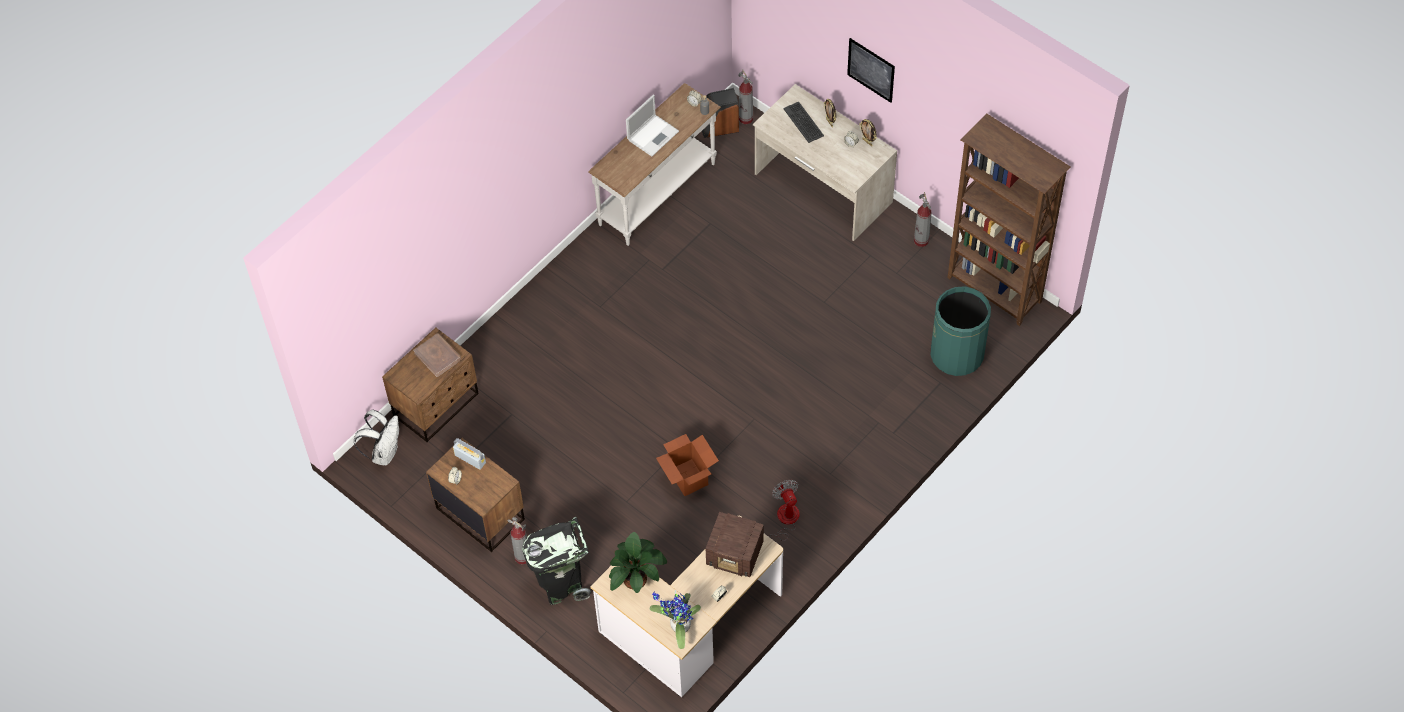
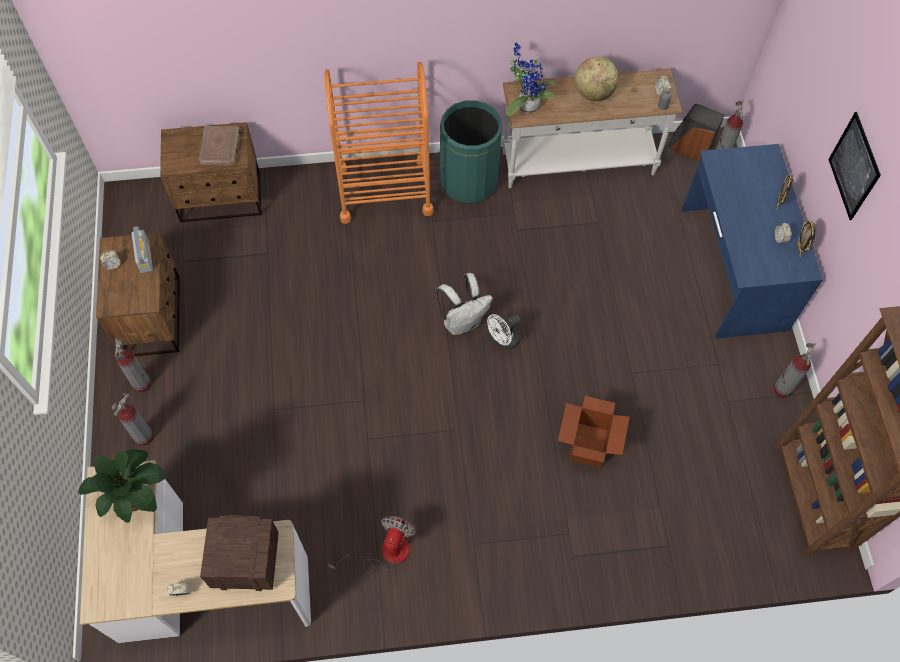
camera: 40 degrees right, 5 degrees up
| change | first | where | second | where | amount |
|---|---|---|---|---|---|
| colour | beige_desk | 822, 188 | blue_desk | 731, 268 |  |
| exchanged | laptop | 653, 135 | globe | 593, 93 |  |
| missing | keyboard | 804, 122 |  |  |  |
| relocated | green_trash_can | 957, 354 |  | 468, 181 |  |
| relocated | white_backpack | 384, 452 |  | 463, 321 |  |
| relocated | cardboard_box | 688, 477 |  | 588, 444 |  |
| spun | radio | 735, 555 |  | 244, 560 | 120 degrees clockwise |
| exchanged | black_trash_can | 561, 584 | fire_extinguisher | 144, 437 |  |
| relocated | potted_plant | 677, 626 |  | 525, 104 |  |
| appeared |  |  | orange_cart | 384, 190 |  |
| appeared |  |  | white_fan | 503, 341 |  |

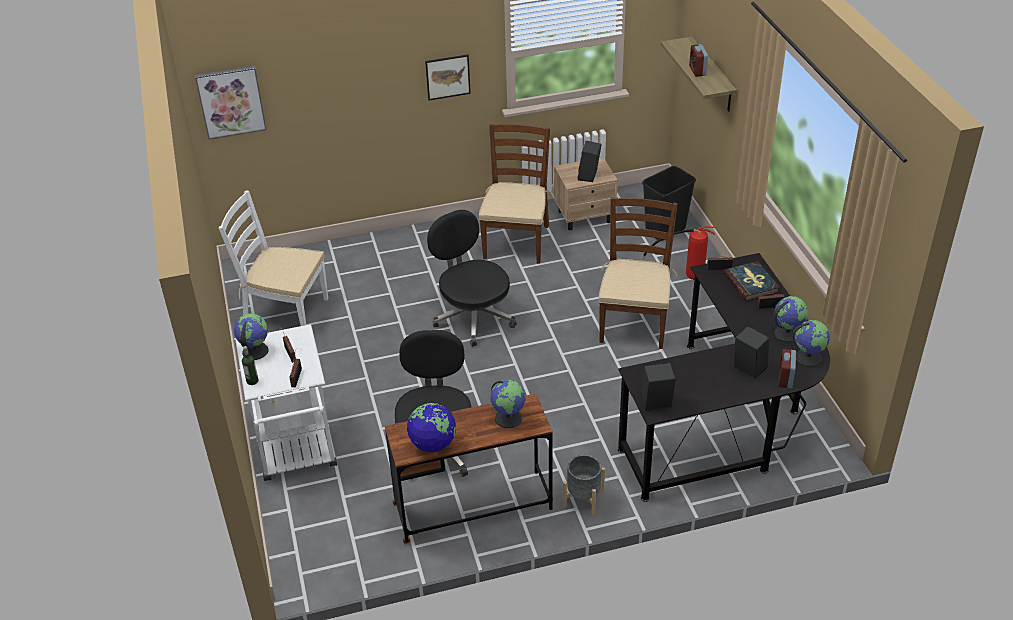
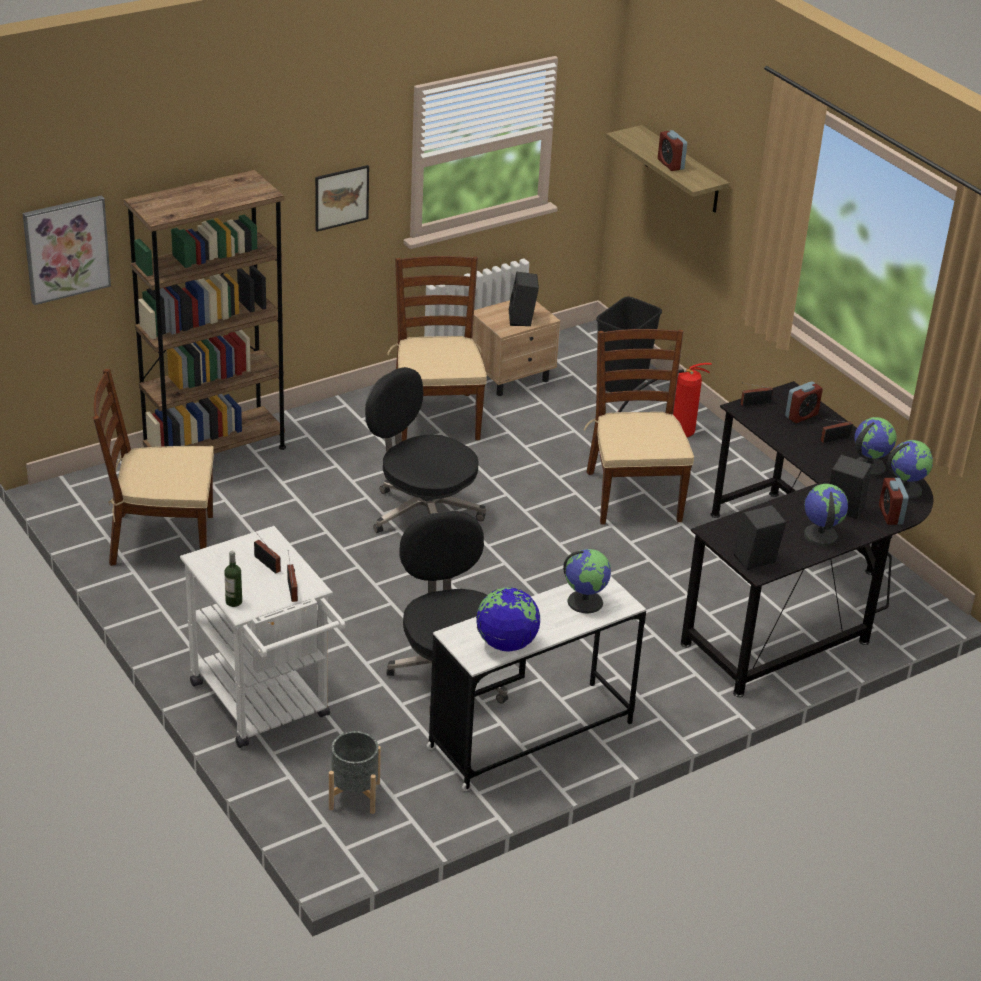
camera: 20 degrees left, 5 degrees down
| change | first | where | second | where | amount |
|---|---|---|---|---|---|
| colour | white_chair | 285, 312 | brown_chair | 160, 540 |  |
| exchanged | book | 751, 283 | alarm_clock | 801, 416 |  |
| relocated | globe | 254, 351 |  | 820, 535 |  |
| colour | brown_desk | 473, 506 | white_desk | 531, 735 |  |
| relocated | grey_planter | 583, 499 |  | 354, 796 |  |
| appeared |  |  | brown_bookcase | 214, 451 |  |

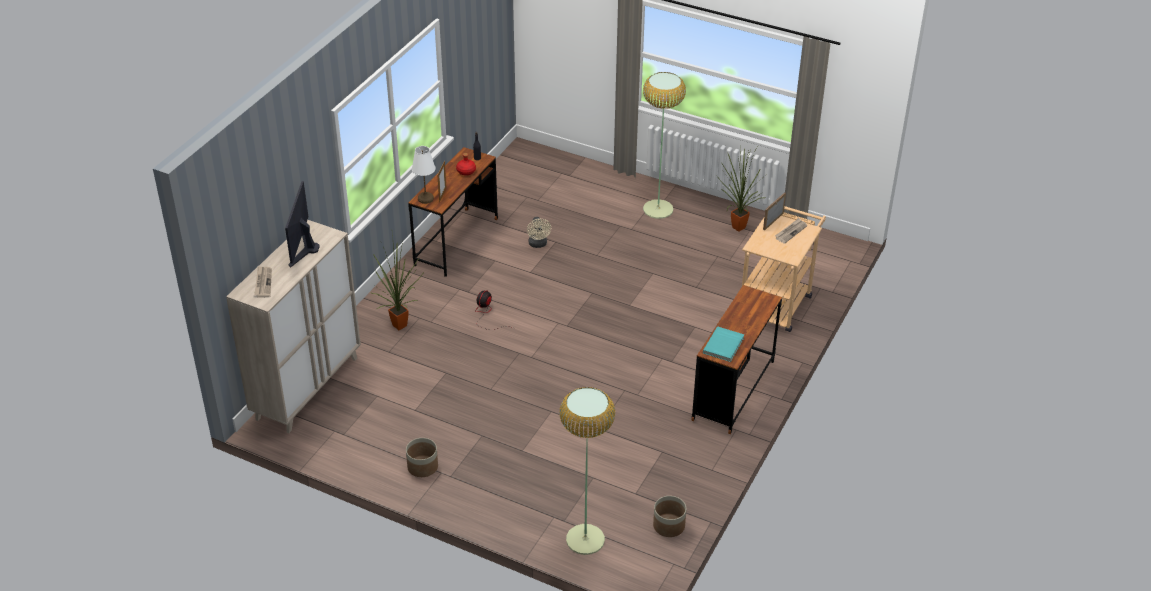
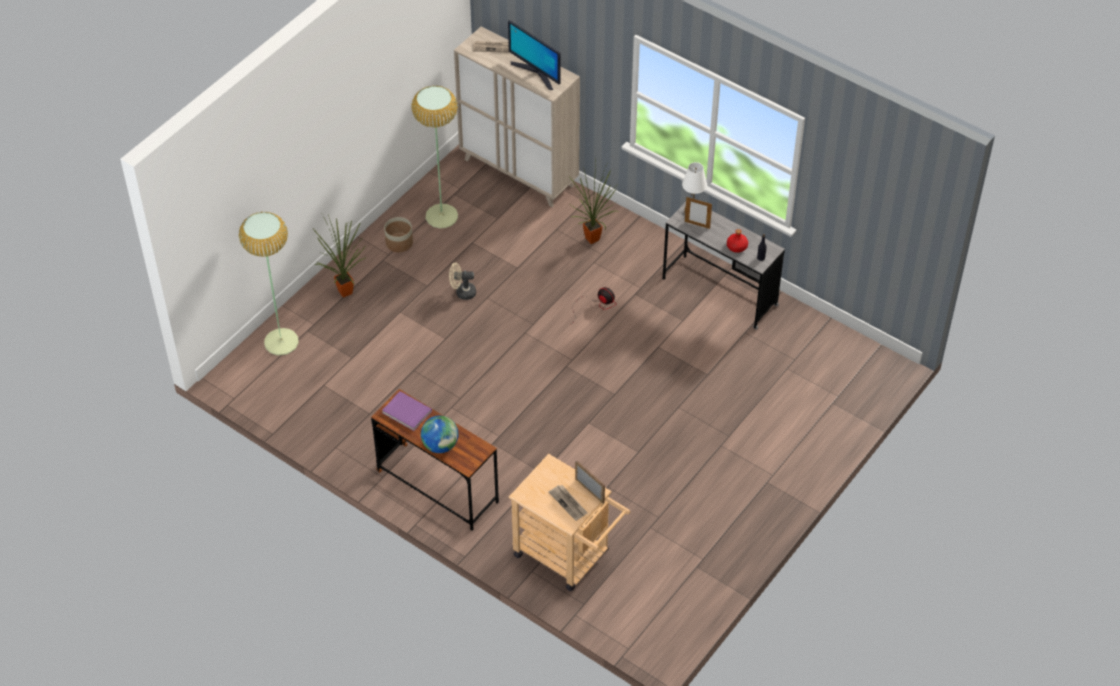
camera: 100 degrees right, 10 degrees up
| change | first | where | second | where | amount |
|---|---|---|---|---|---|
| relocated | floor_lamp | 658, 209 |  | 441, 216 |  |
| colour | brown_desk | 456, 242 | grey_desk | 719, 292 |  |
| relocated | potted_plant | 736, 228 |  | 344, 290 |  |
| spun | monitor | 304, 248 |  | 536, 73 | 150 degrees counterclockwise |
| relocated | beige_fan | 538, 244 |  | 462, 292 |  |
| colour | turquoise_book | 724, 345 | purple_book | 406, 412 |  |
| missing | planter | 668, 525 |  |  |  |
| appeared |  |  | globe | 440, 445 |  |

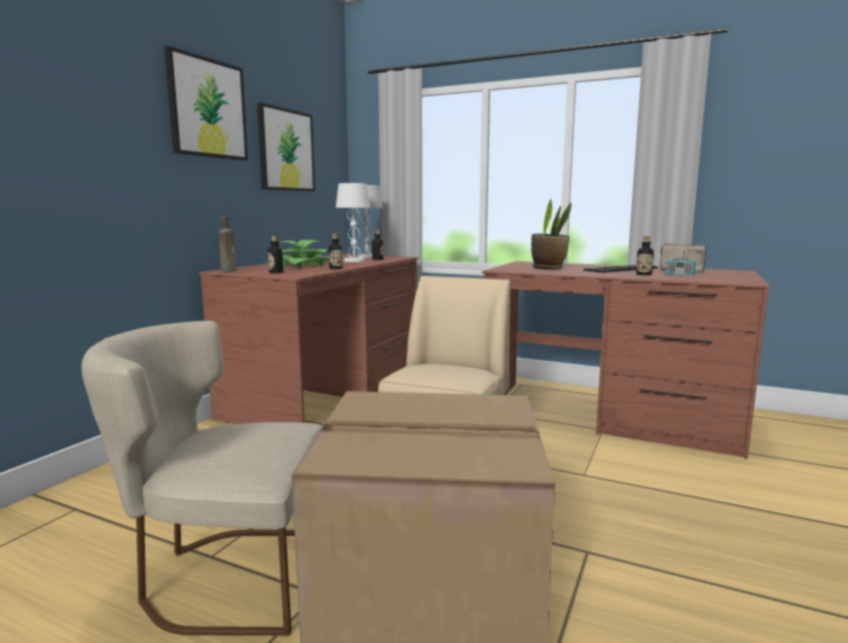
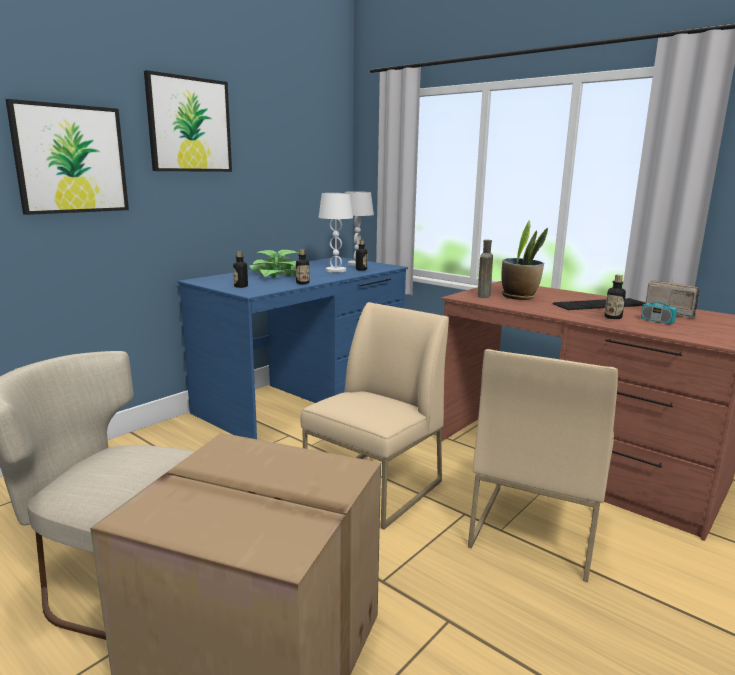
camera: 15 degrees right, 5 degrees up
| change | first | where | second | where | amount |
|---|---|---|---|---|---|
| relocated | picture | 286, 150 |  | 71, 159 |  |
| relocated | brown_bottle | 229, 271 |  | 484, 295 |  |
| colour | brown_desk | 328, 392 | blue_desk | 305, 396 |  |
| appeared |  |  | beige_chair | 535, 528 |  |

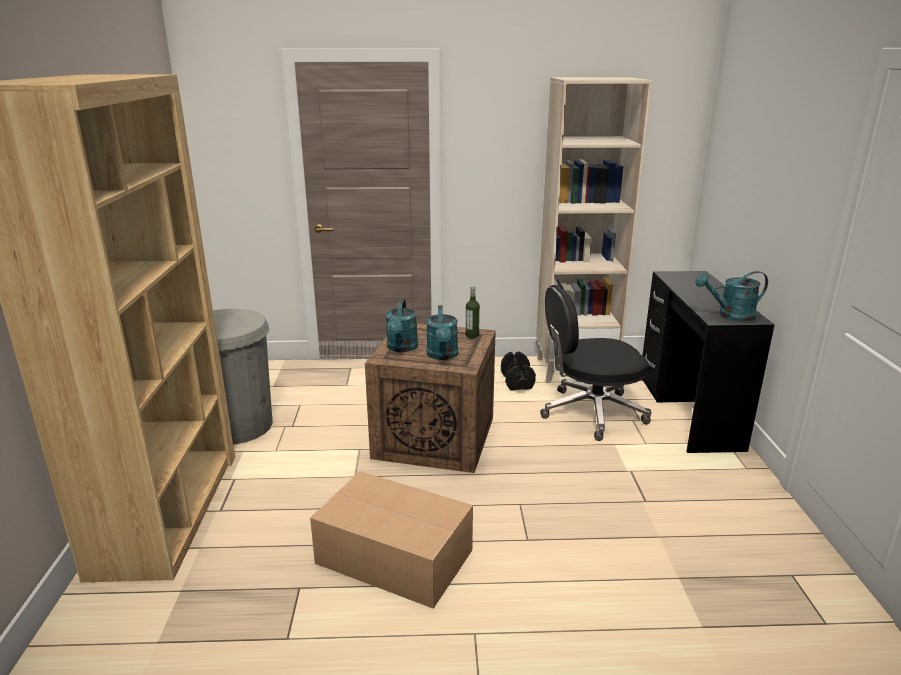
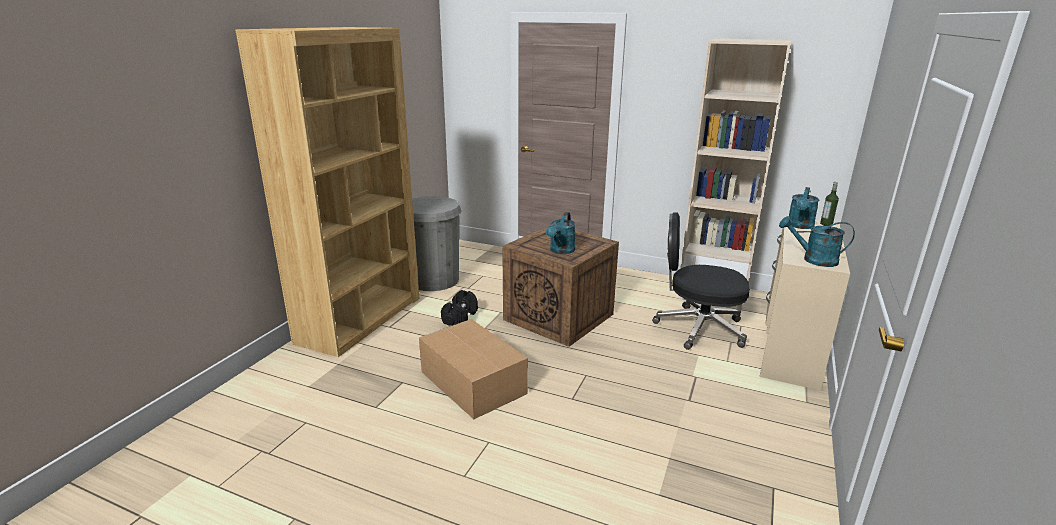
camera: 25 degrees right, 0 degrees up
| change | first | where | second | where | amount |
|---|---|---|---|---|---|
| colour | black_desk | 689, 412 | beige_desk | 790, 347 |  |
| relocated | bottle | 472, 335 |  | 826, 224 |  |
| relocated | turquoise_watering_can | 401, 348 |  | 800, 226 |  |
| relocated | black_dumbbell | 517, 381 |  | 460, 317 |  |

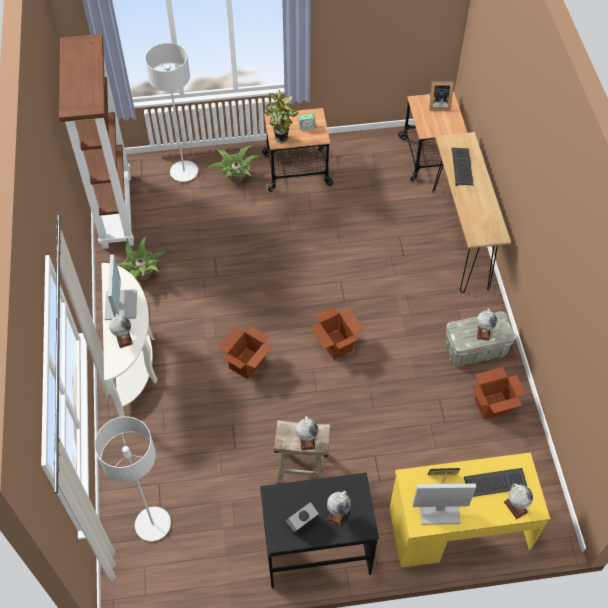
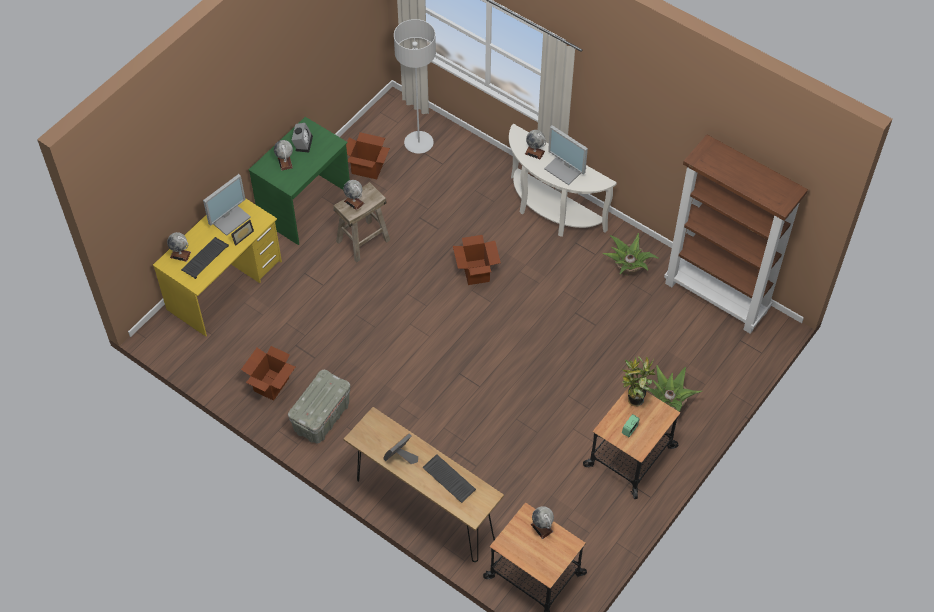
camera: 135 degrees right, 0 degrees up
| change | first | where | second | where | amount |
|---|---|---|---|---|---|
| missing | grey_floor_lamp | 184, 172 |  |  |  |
| relocated | picture_frame | 438, 104 |  | 401, 457 |  |
| relocated | cardboard_box | 335, 344 |  | 367, 168 |  |
| relocated | globe | 483, 332 |  | 542, 528 |  |
| colour | black_desk | 317, 548 | green_desk | 305, 207 |  |

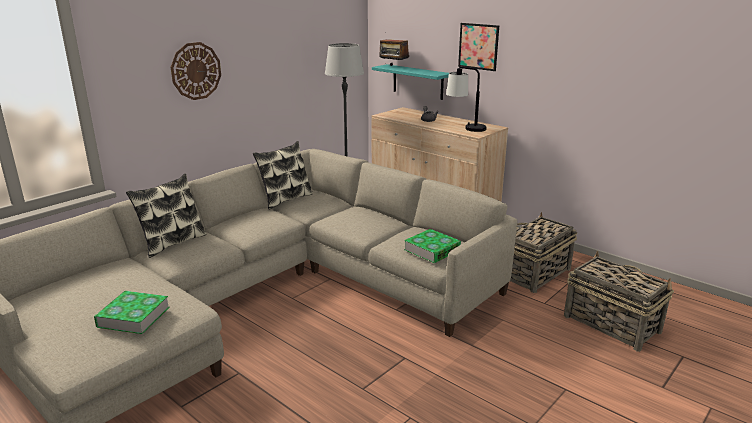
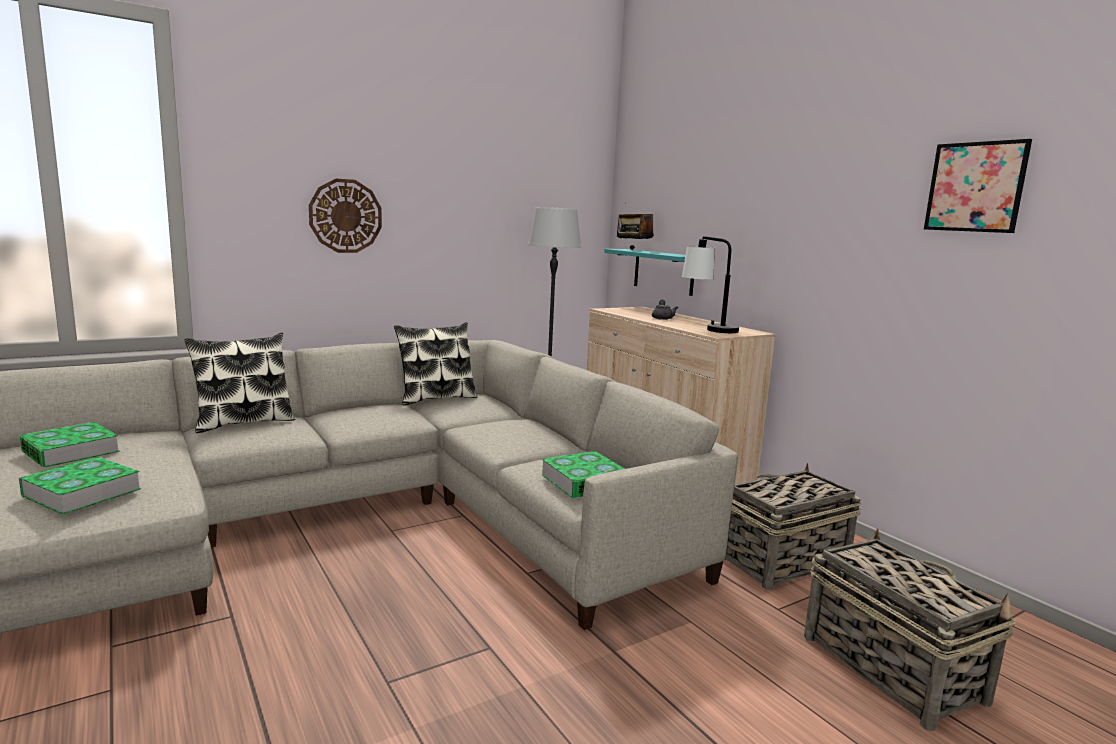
camera: 15 degrees right, 10 degrees down
| change | first | where | second | where | amount |
|---|---|---|---|---|---|
| relocated | picture | 478, 46 |  | 975, 187 |  |
| appeared |  |  | book | 70, 451 |  |

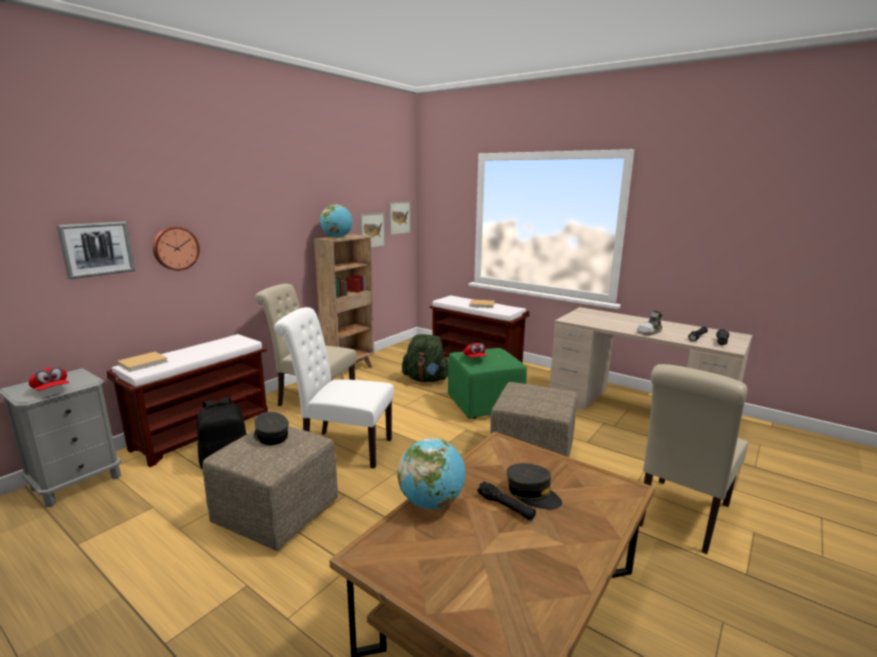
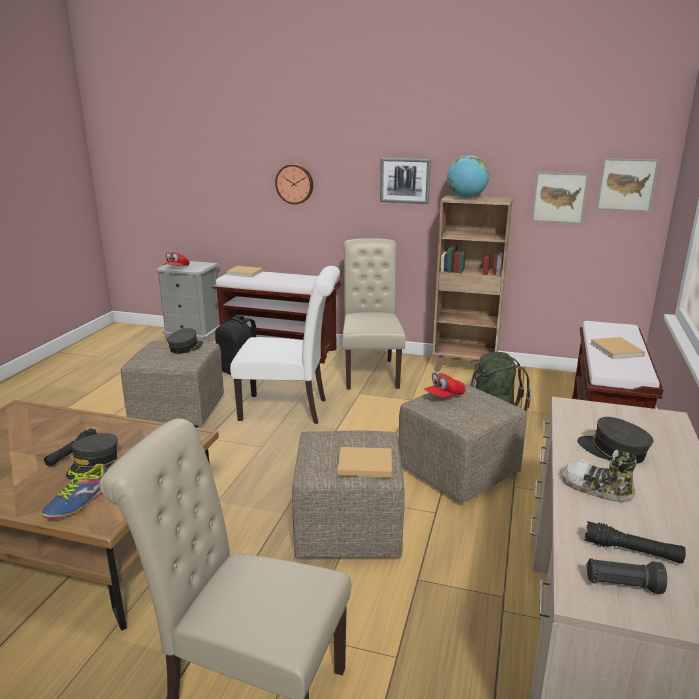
camera: 70 degrees right, 5 degrees up
| change | first | where | second | where | amount |
|---|---|---|---|---|---|
| relocated | picture | 97, 249 |  | 405, 180 |  |
| spun | white_chair | 341, 447 |  | 289, 409 | 105 degrees clockwise |
| colour | green_ottoman | 485, 405 | beige_ottoman | 459, 472 |  |
| missing | globe | 431, 502 |  |  |  |
| appeared |  |  | grey_cap | 613, 451 |  |
| appeared |  |  | beige_book | 363, 464 |  |
| appeared |  |  | shoe | 79, 501 |  |

